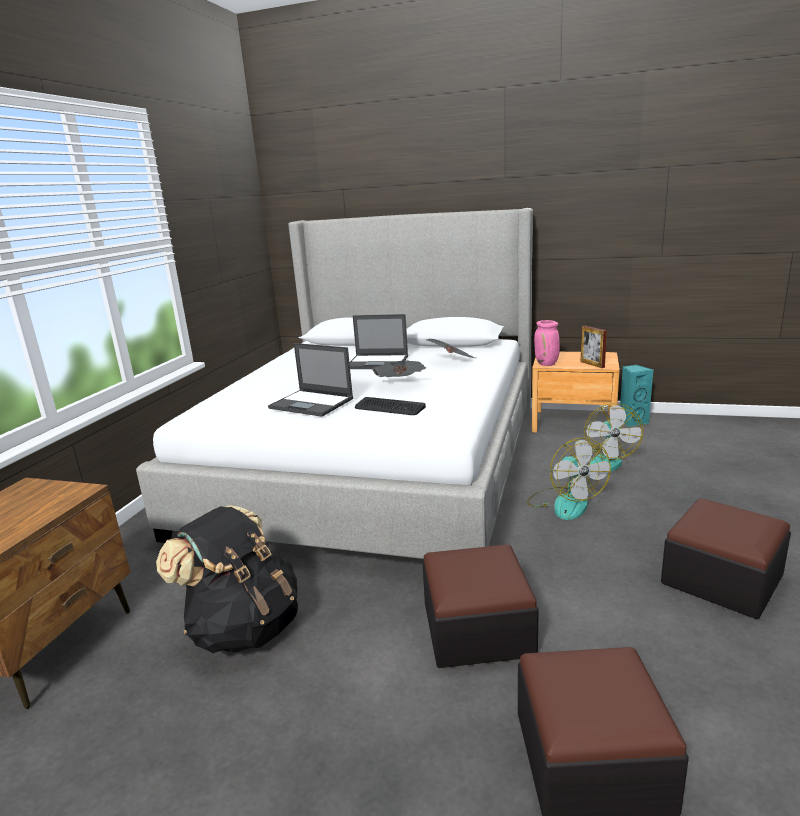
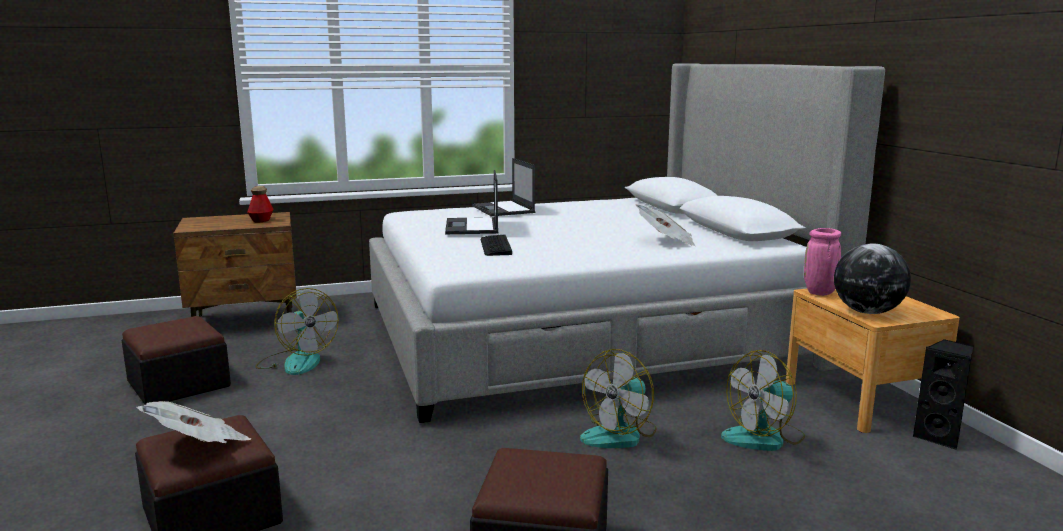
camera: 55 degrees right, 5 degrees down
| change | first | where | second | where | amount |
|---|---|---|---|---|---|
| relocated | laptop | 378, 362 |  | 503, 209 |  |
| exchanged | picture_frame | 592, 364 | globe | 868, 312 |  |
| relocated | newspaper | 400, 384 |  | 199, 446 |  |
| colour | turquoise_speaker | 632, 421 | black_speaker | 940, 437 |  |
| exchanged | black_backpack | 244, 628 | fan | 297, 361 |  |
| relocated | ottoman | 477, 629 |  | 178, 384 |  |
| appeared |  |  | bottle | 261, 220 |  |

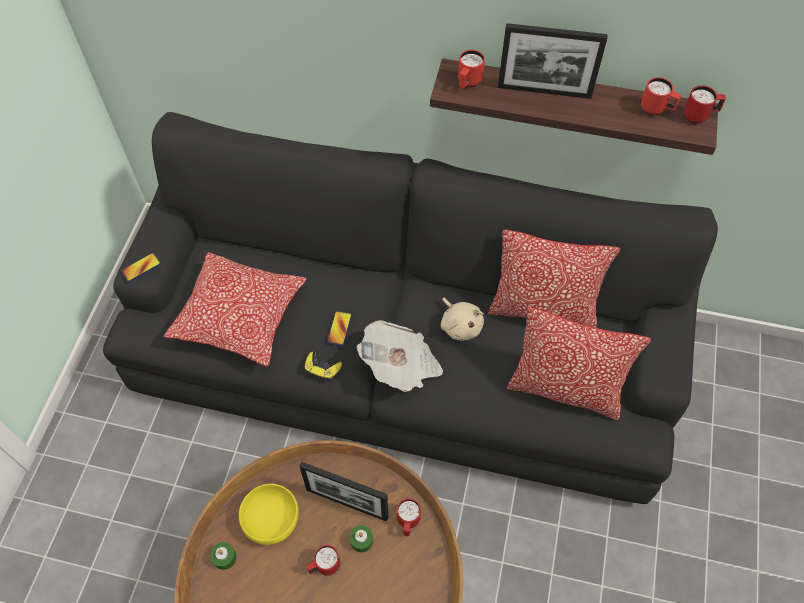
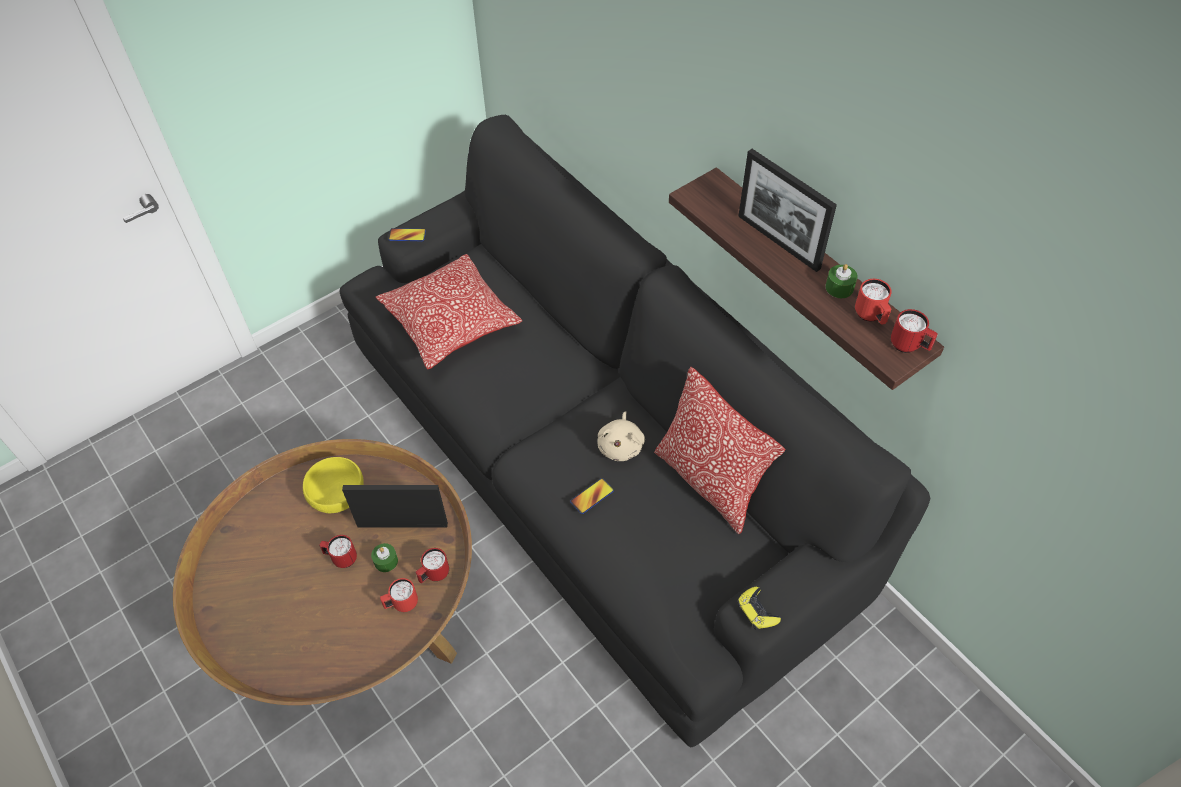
camera: 40 degrees right, 5 degrees down
| change | first | where | second | where | amount |
|---|---|---|---|---|---|
| relocated | red_mug | 468, 83 |  | 401, 604 |  |
| missing | pillow | 565, 389 |  |  |  |
| relocated | phone | 339, 328 |  | 592, 496 |  |
| missing | newspaper | 401, 366 |  |  |  |
| relocated | yellow_game_controller | 322, 368 |  | 757, 611 |  |
| spun | picture_frame | 347, 503 |  | 402, 525 | 120 degrees clockwise |
| relocated | green_candle | 224, 558 |  | 839, 287 |  |

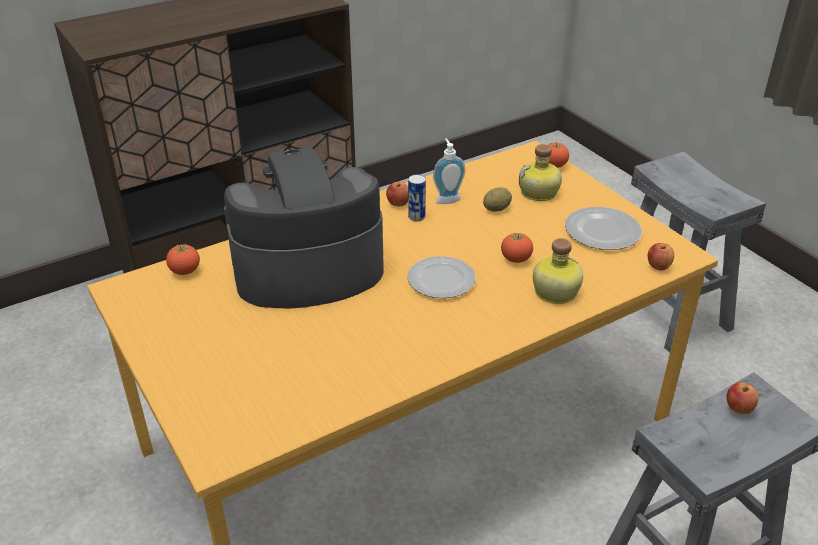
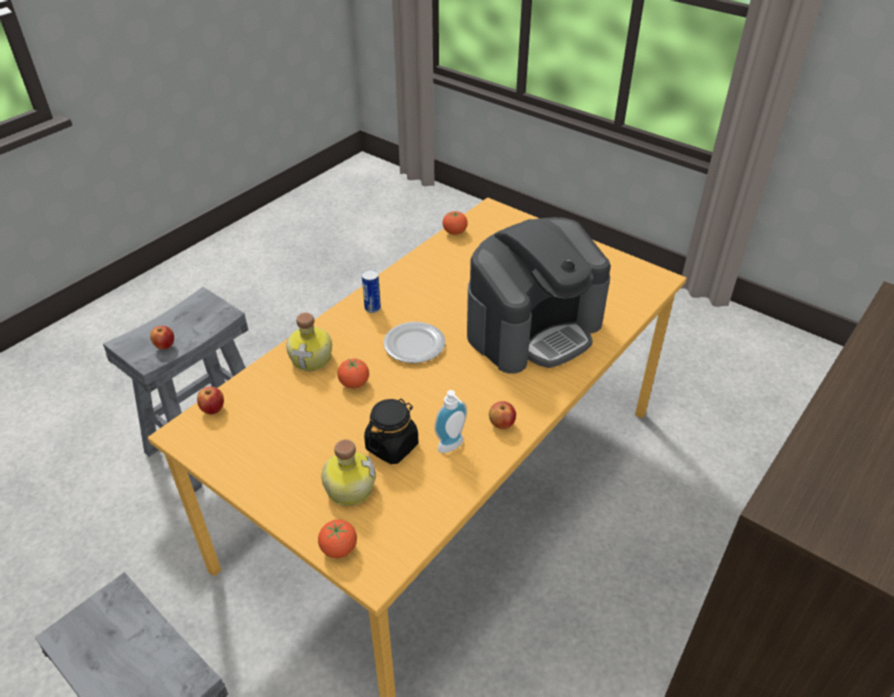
camera: 160 degrees right, 5 degrees up
| change | first | where | second | where | amount |
|---|---|---|---|---|---|
| relocated | can | 416, 217 |  | 372, 308 |  |
| exchanged | potato | 496, 209 | black_jar | 392, 446 |  |
| missing | plate | 601, 231 |  |  |  |
| relocated | tomato | 185, 271 |  | 454, 232 |  |

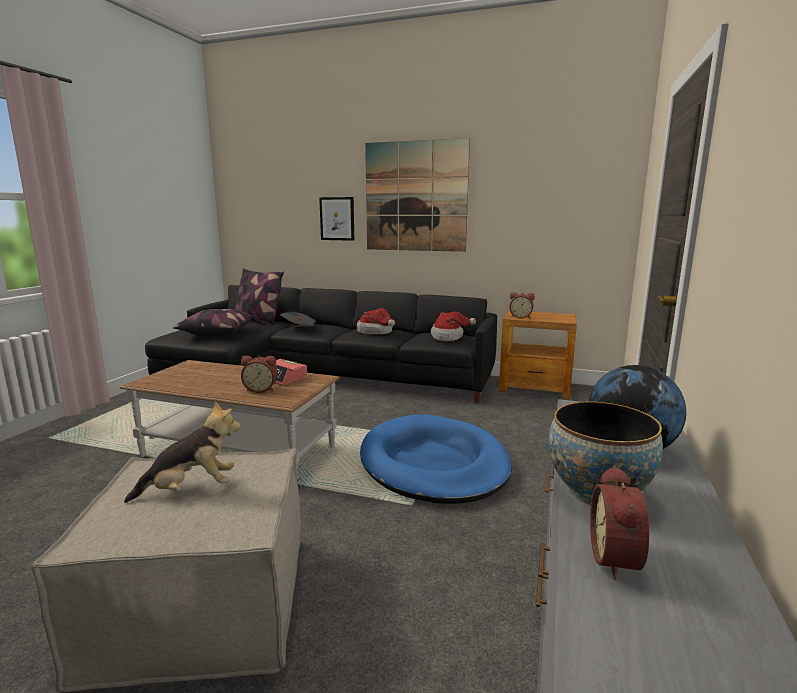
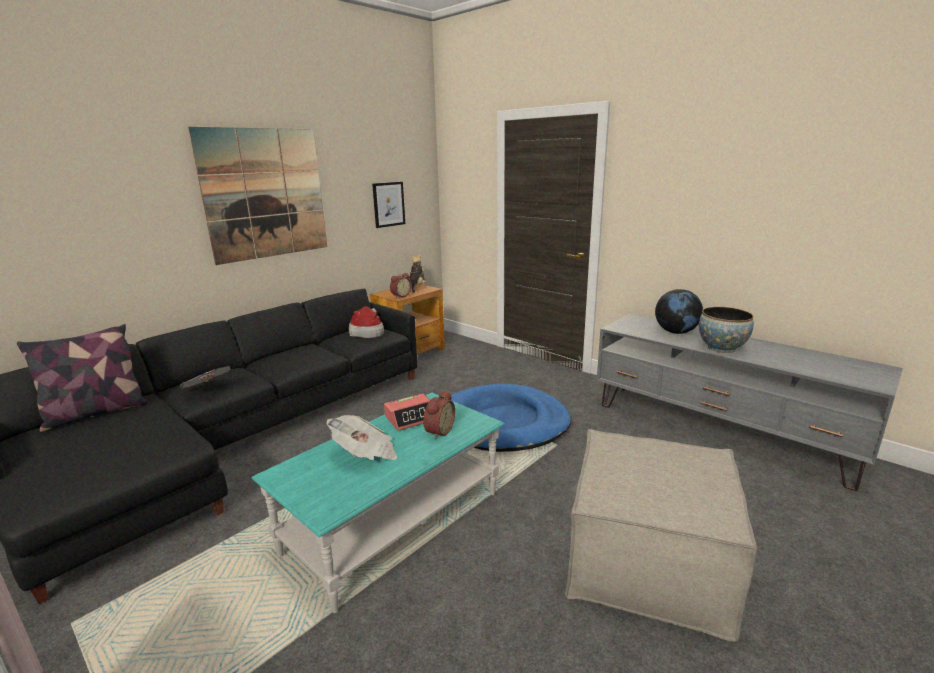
camera: 65 degrees left, 5 degrees up
| change | first | where | second | where | amount |
|---|---|---|---|---|---|
| relocated | picture | 337, 218 |  | 388, 204 |  |
| missing | hat | 377, 332 |  |  |  |
| missing | pillow | 217, 333 |  |  |  |
| colour | brown_coffee_table | 239, 451 | turquoise_coffee_table | 395, 522 |  |
| relocated | plush_toy | 191, 490 |  | 417, 287 |  |
| missing | alarm_clock | 618, 559 |  |  |  |
| appeared |  |  | newspaper | 365, 454 |  |

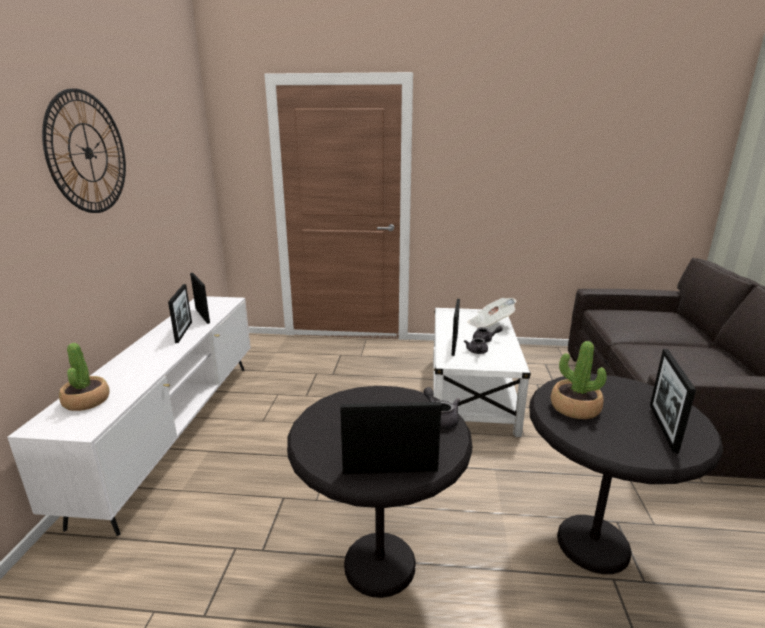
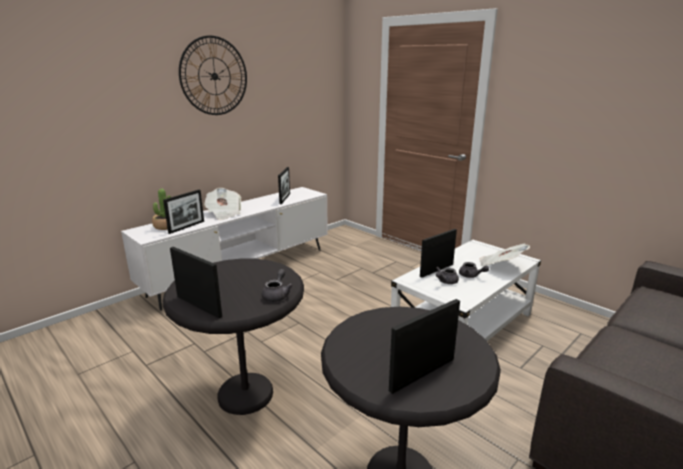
camera: 40 degrees right, 0 degrees up
| change | first | where | second | where | amount |
|---|---|---|---|---|---|
| relocated | picture_frame | 184, 332 |  | 186, 227 |  |
| missing | potted_plant | 575, 408 |  |  |  |
| appeared |  |  | newspaper | 224, 213 |  |

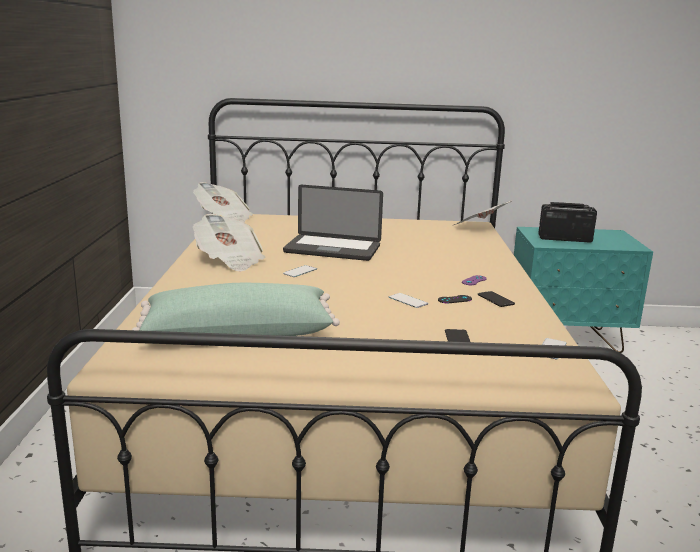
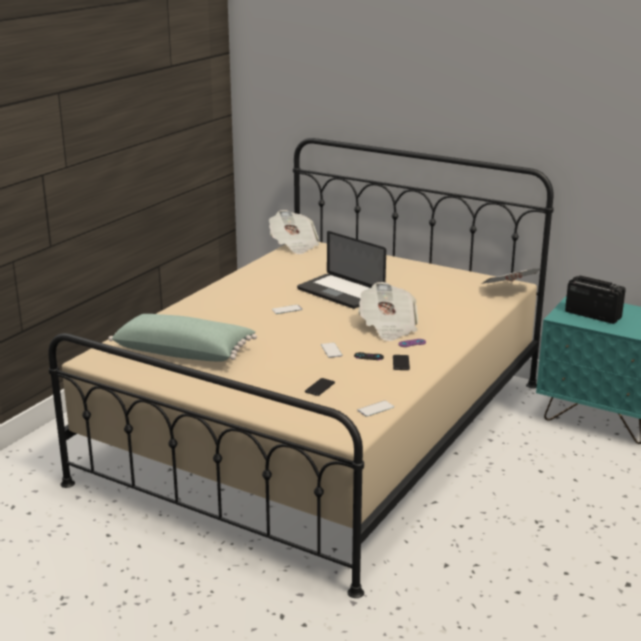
camera: 30 degrees right, 5 degrees up
| change | first | where | second | where | amount |
|---|---|---|---|---|---|
| relocated | newspaper | 229, 261 |  | 388, 327 |  |

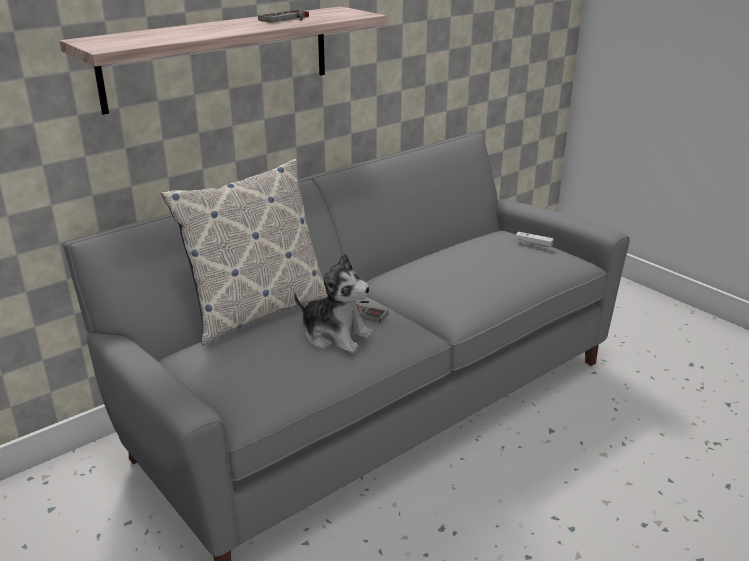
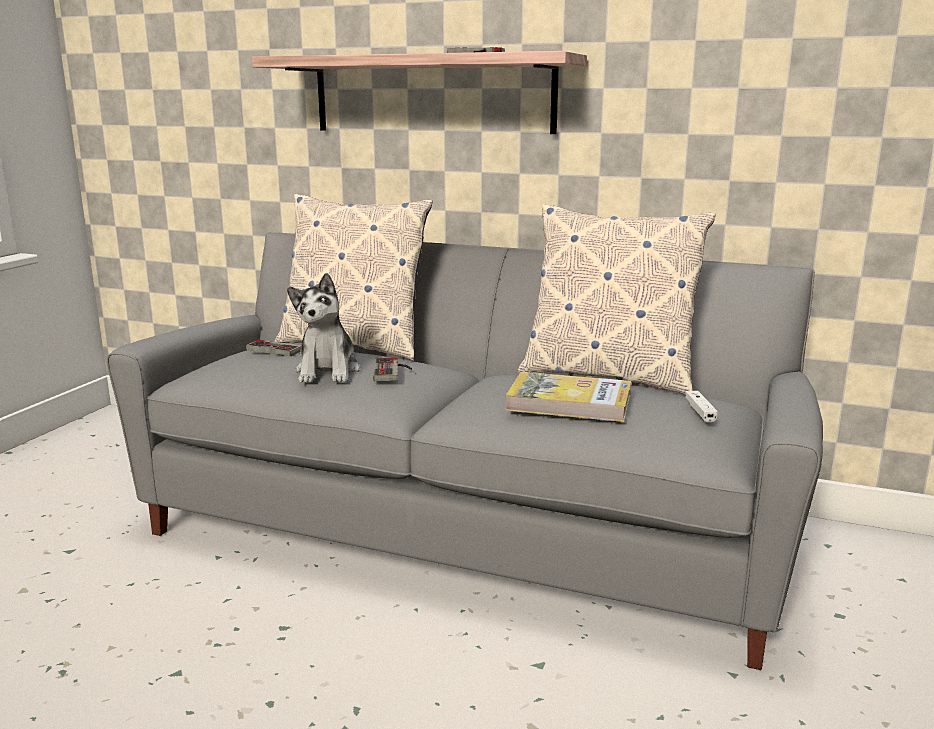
camera: 60 degrees right, 10 degrees down
| change | first | where | second | where | amount |
|---|---|---|---|---|---|
| appeared |  |  | pillow | 608, 376 |  |
| appeared |  |  | game_controller | 278, 348 |  |
| appeared |  |  | book | 569, 402 |  |

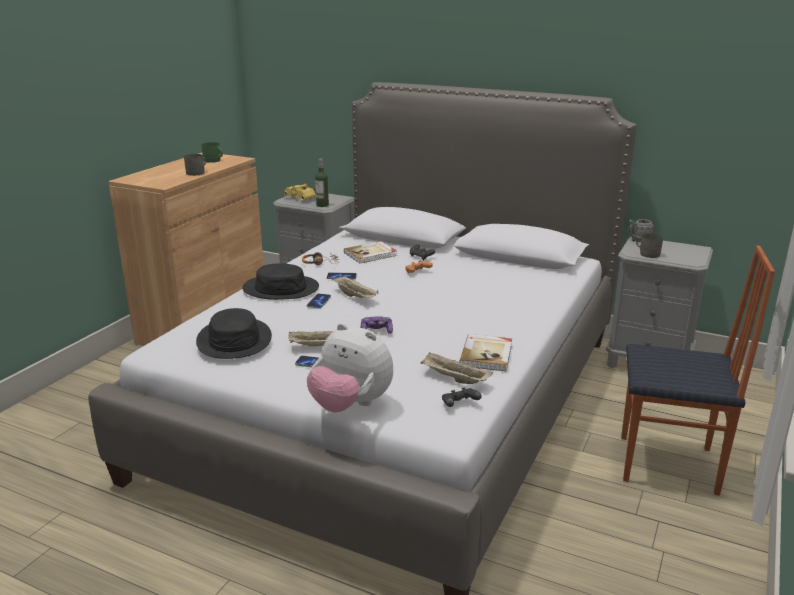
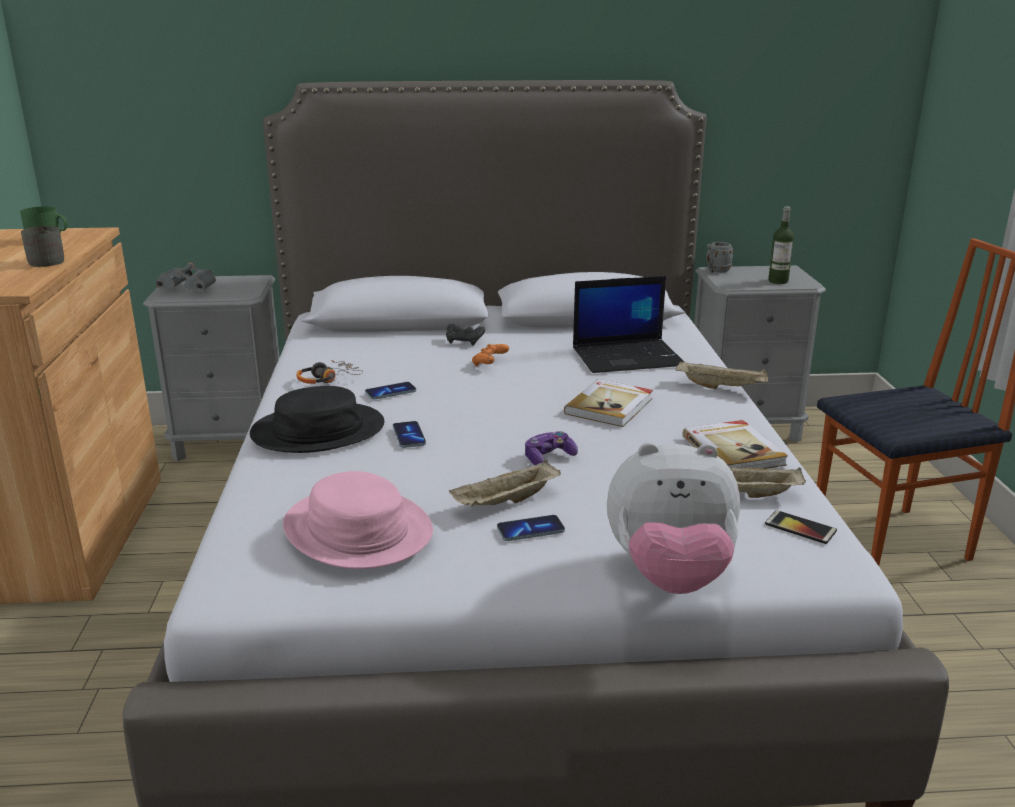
camera: 30 degrees left, 0 degrees up
| change | first | where | second | where | amount |
|---|---|---|---|---|---|
| relocated | bottle | 322, 205 |  | 778, 281 |  |
| colour | yellow_binoculars | 302, 199 | grey_binoculars | 190, 290 |  |
| missing | grey_mug | 647, 253 |  |  |  |
| relocated | book | 371, 254 |  | 610, 406 |  |
| relocated | beige_tray | 355, 296 |  | 722, 387 |  |
| colour | black_hat | 234, 340 | pink_hat | 357, 530 |  |
| exchanged | black_game_controller | 459, 405 | phone | 800, 528 |  |
| appeared |  |  | laptop | 628, 357 |  |

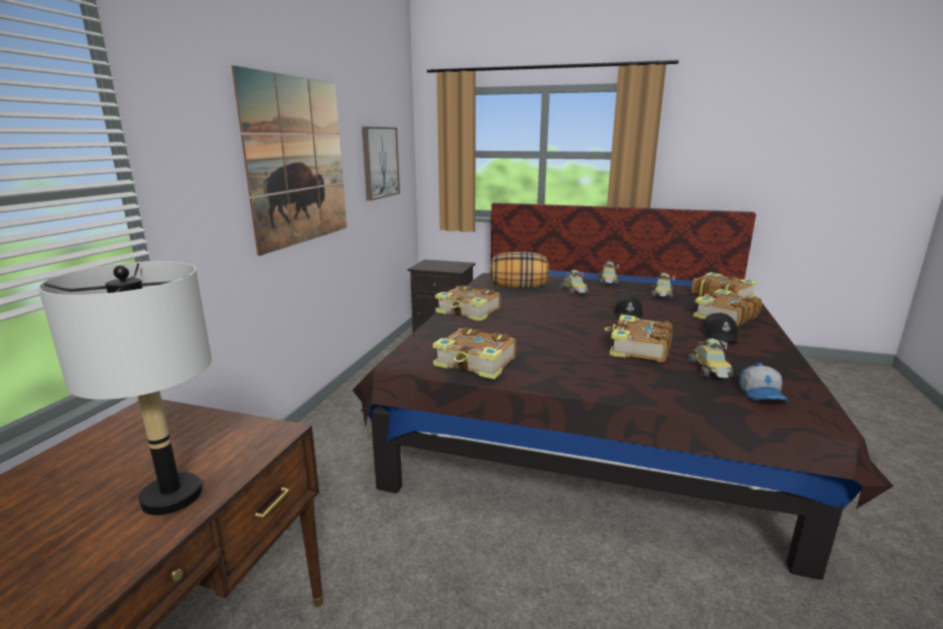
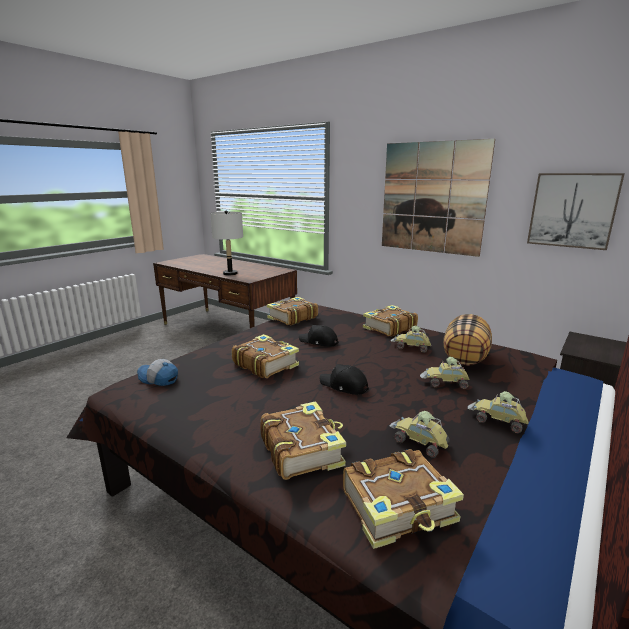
camera: 110 degrees right, 0 degrees up
| change | first | where | second | where | amount |
|---|---|---|---|---|---|
| relocated | black_cap | 719, 335 |  | 318, 342 |  |
| relocated | toy_car | 710, 370 |  | 411, 347 |  |

